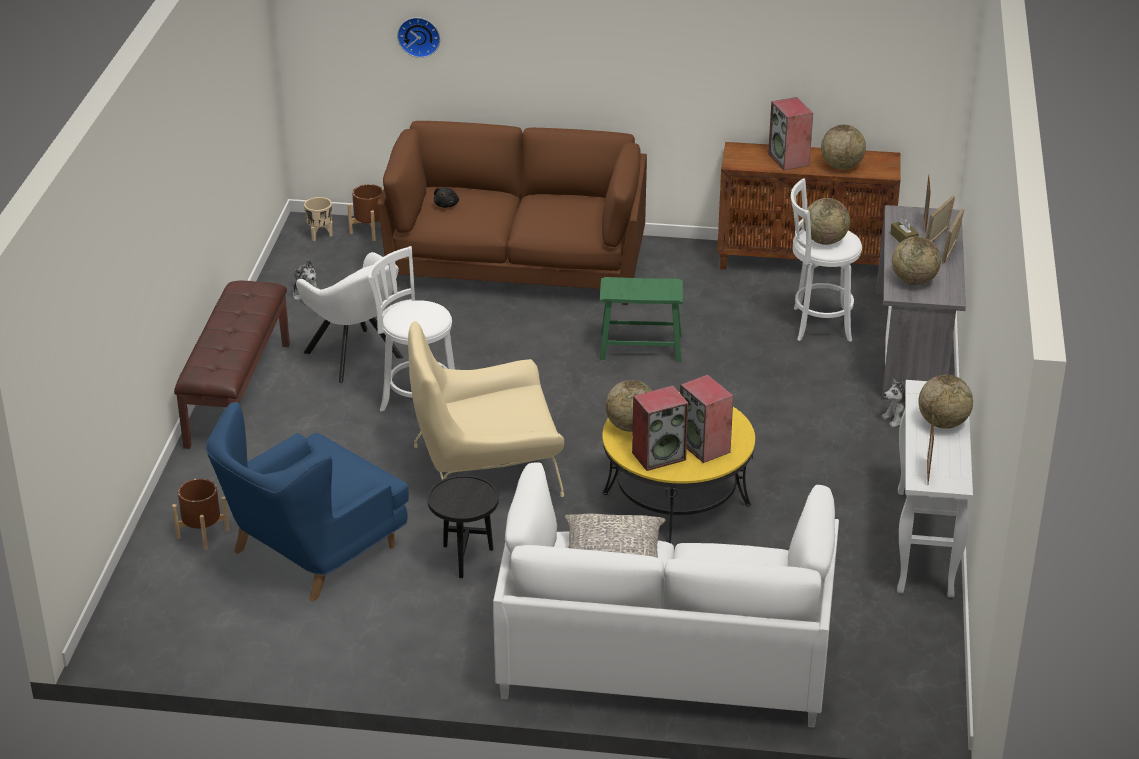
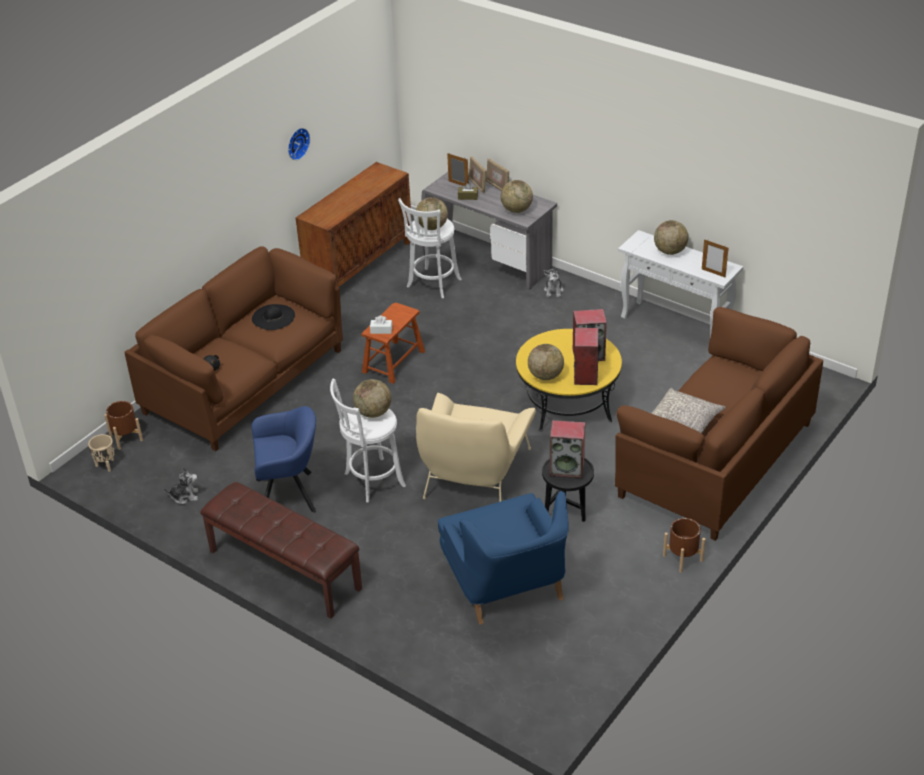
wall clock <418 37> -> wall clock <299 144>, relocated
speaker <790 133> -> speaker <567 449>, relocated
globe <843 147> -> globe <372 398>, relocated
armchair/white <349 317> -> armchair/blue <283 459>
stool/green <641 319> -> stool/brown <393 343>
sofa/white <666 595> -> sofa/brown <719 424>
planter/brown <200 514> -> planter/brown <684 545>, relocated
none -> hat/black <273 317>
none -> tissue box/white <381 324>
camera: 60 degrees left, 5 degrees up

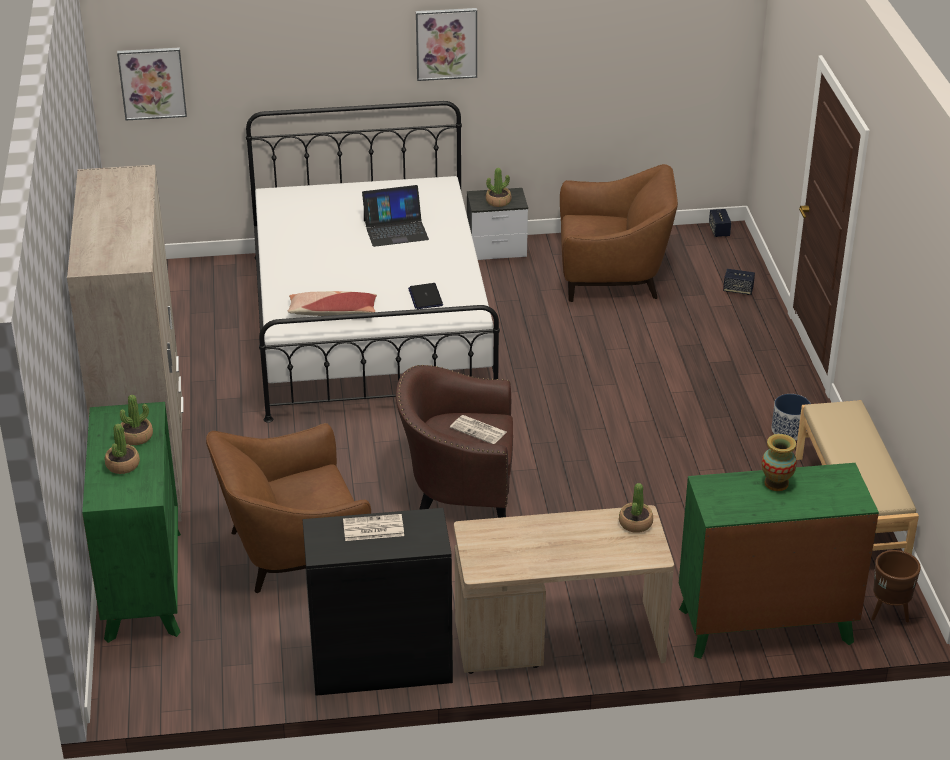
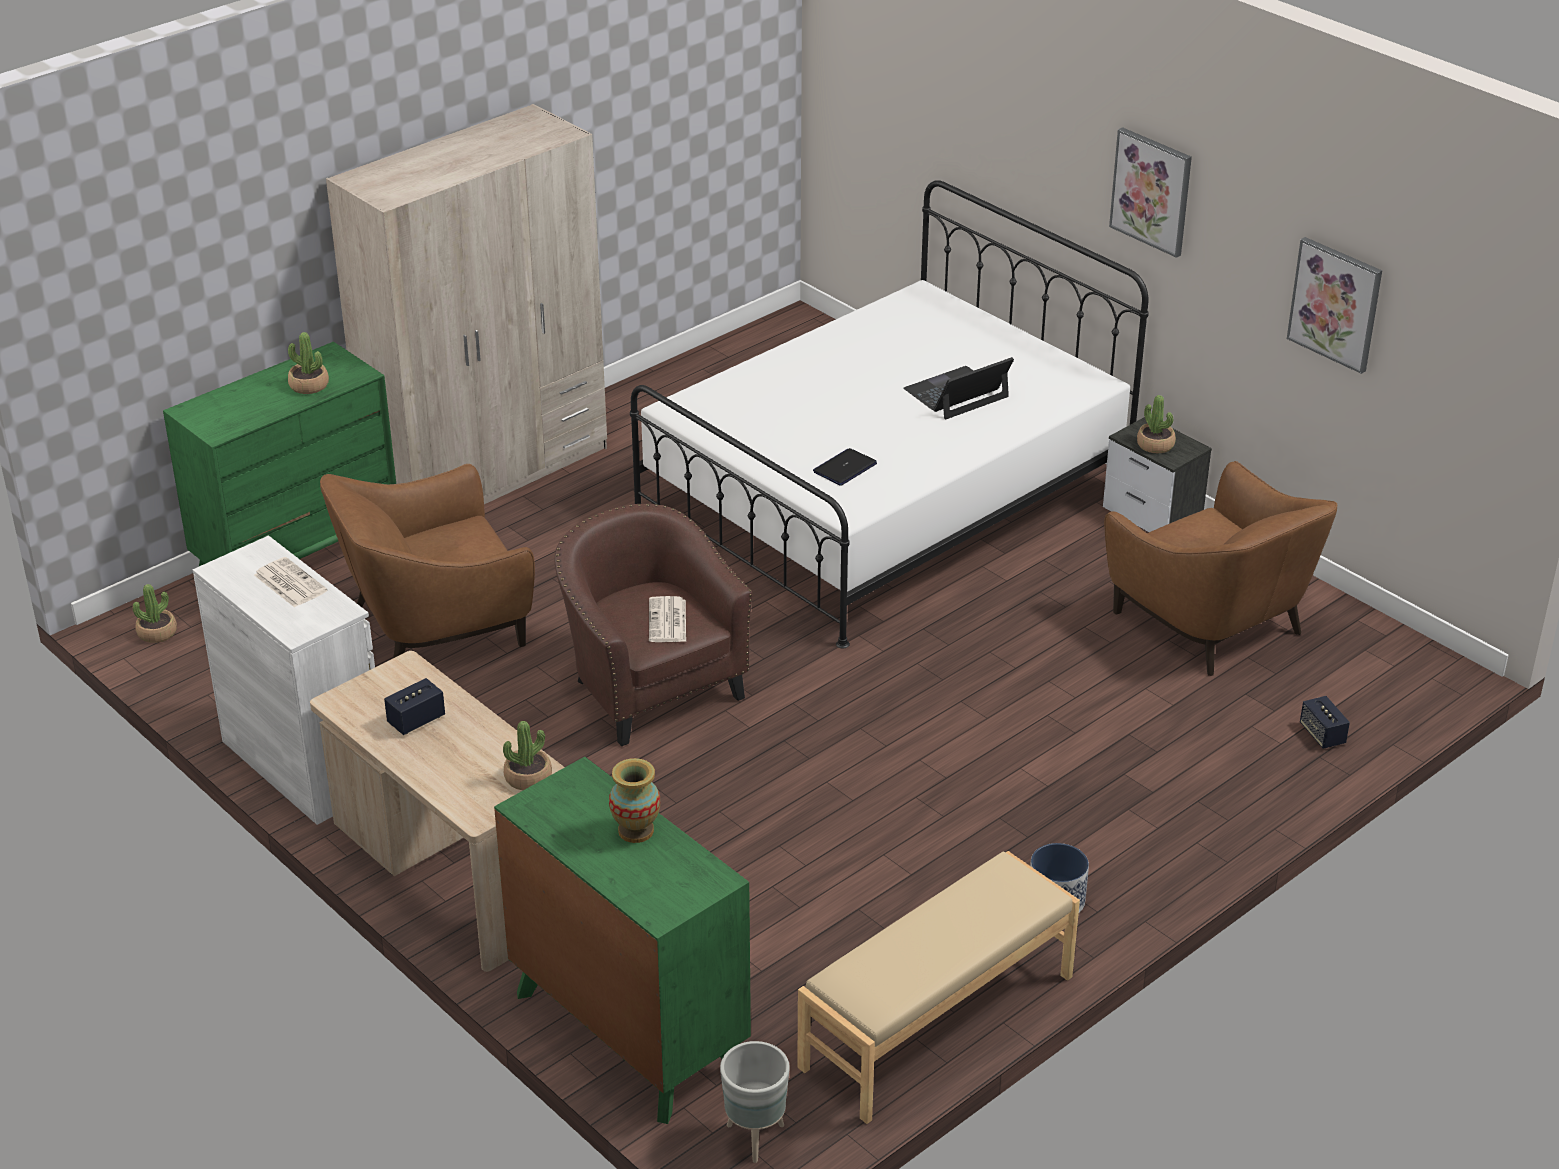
picture <152 83> -> picture <1334 305>, relocated
laptop <395 216> -> laptop <958 388>, 105 degrees clockwise
speaker <720 223> -> speaker <414 706>, relocated
pillow <332 303> -> none
armchair/brown <288 508> -> armchair/brown <427 561>, 60 degrees counterclockwise
potted plant <122 449> -> potted plant <155 613>, relocated
cabinet/black <378 602> -> cabinet/white <284 680>
planter/brown <896 586> -> planter/grey <755 1102>
camera: 55 degrees right, 0 degrees up

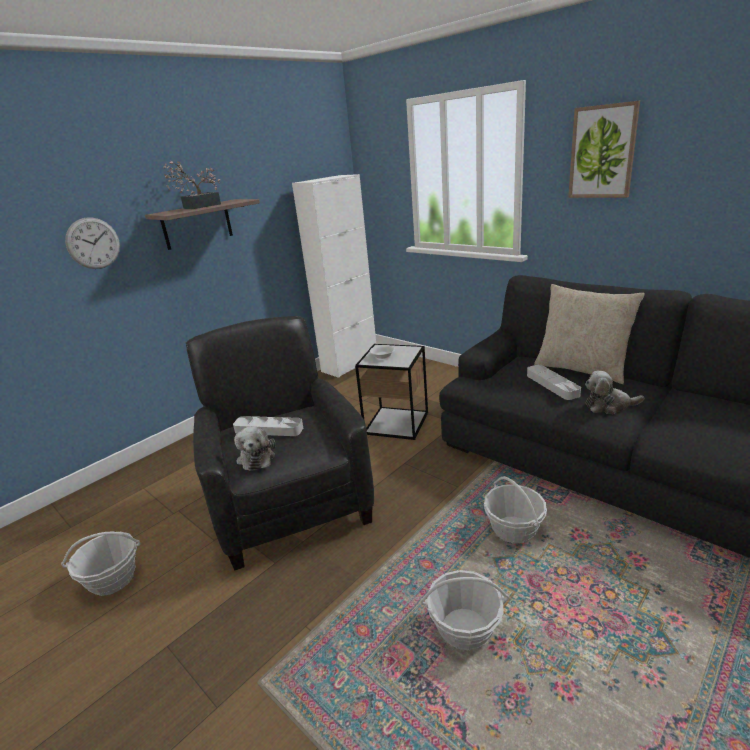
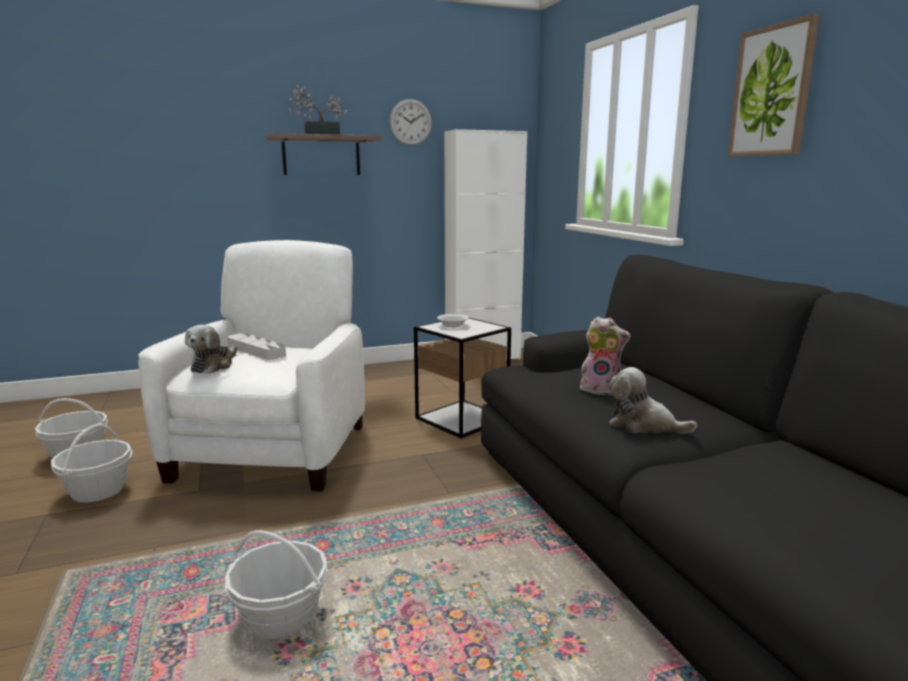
wall clock <92 243> -> wall clock <410 122>, relocated
pillow/beige <589 334> -> none
armchair/black <280 443> -> armchair/white <251 366>
tray/grey <554 382> -> plush toy <605 356>
basket <515 510> -> basket <92 463>, relocated
camera: 25 degrees right, 10 degrees down

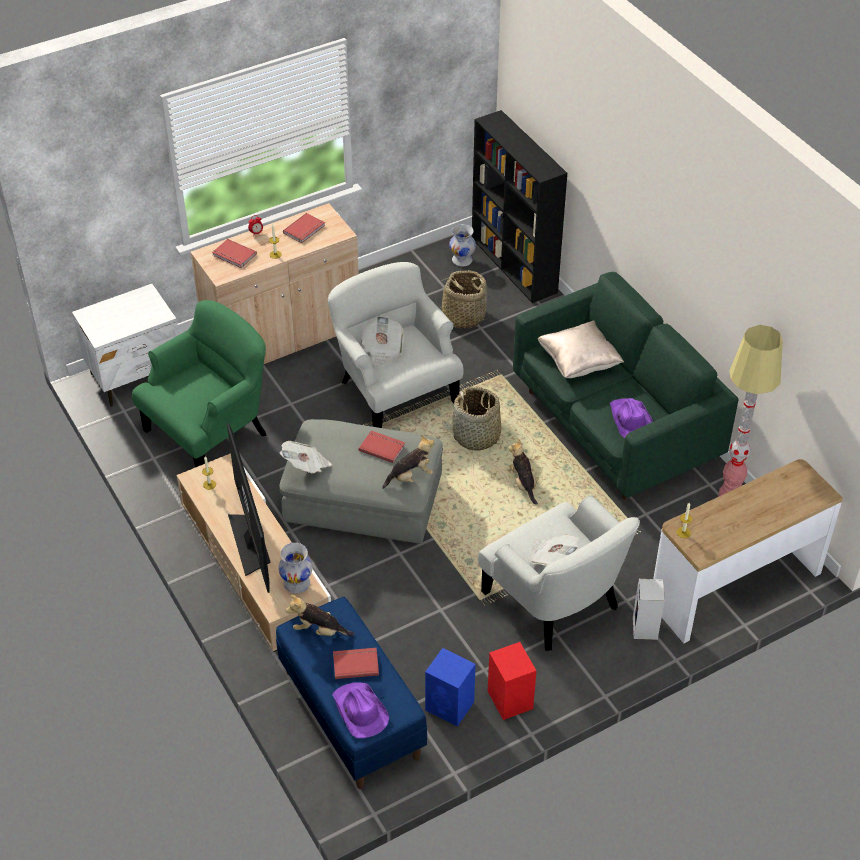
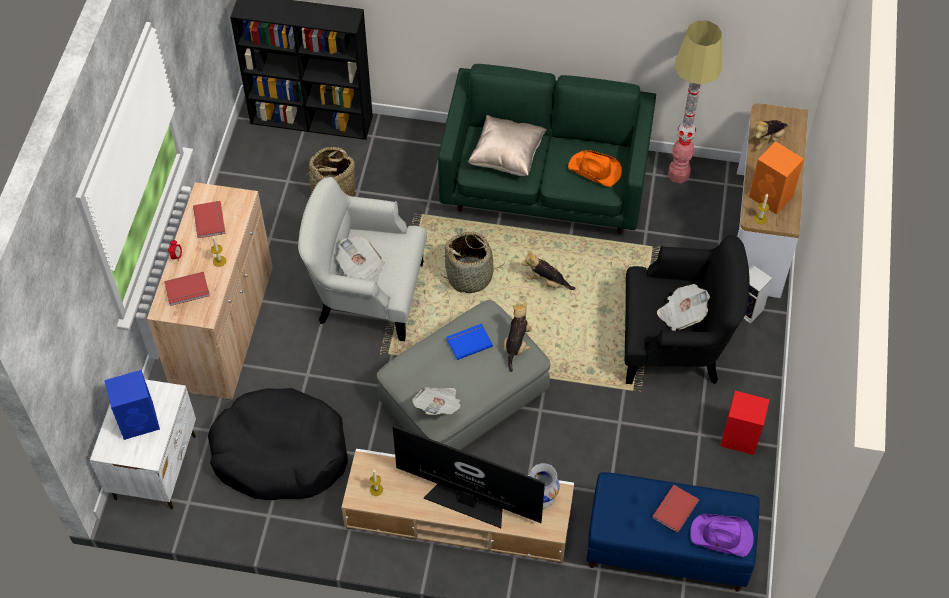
vase/white <462 245> -> none
armchair/green <199 384> -> dog bed/black <278 444>
hat/purple <631 418> -> hat/orange <595 168>
book/red <382 446> -> book/blue <469 342>
armchair/white <559 573> -> armchair/black <687 309>
plush toy <320 615> -> plush toy <768 135>, relocated
speaker/blue <450 687> -> speaker/blue <132 405>, relocated
none -> speaker/orange <776 177>
camera: 50 degrees left, 10 degrees up

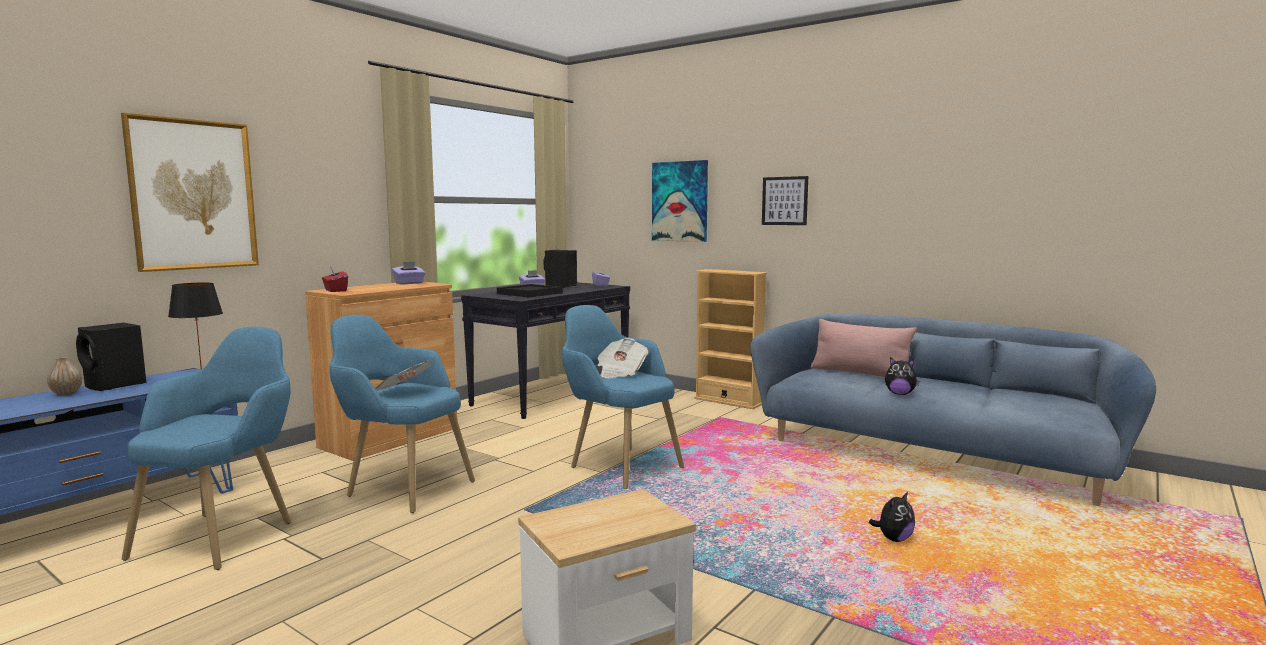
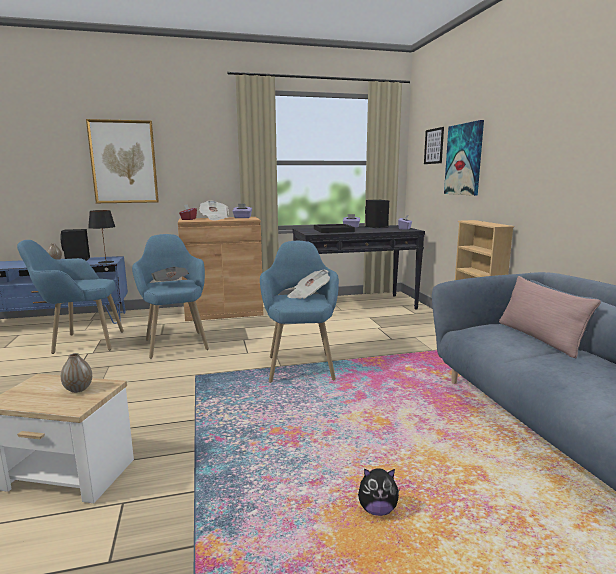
picture <785 200> -> picture <434 145>, relocated
armchair/blue <206 448> -> armchair/blue <70 297>, 150 degrees counterclockwise
plush toy <902 376> -> none
none -> newspaper <214 210>
none -> vase <76 373>
camera: 40 degrees right, 5 degrees up

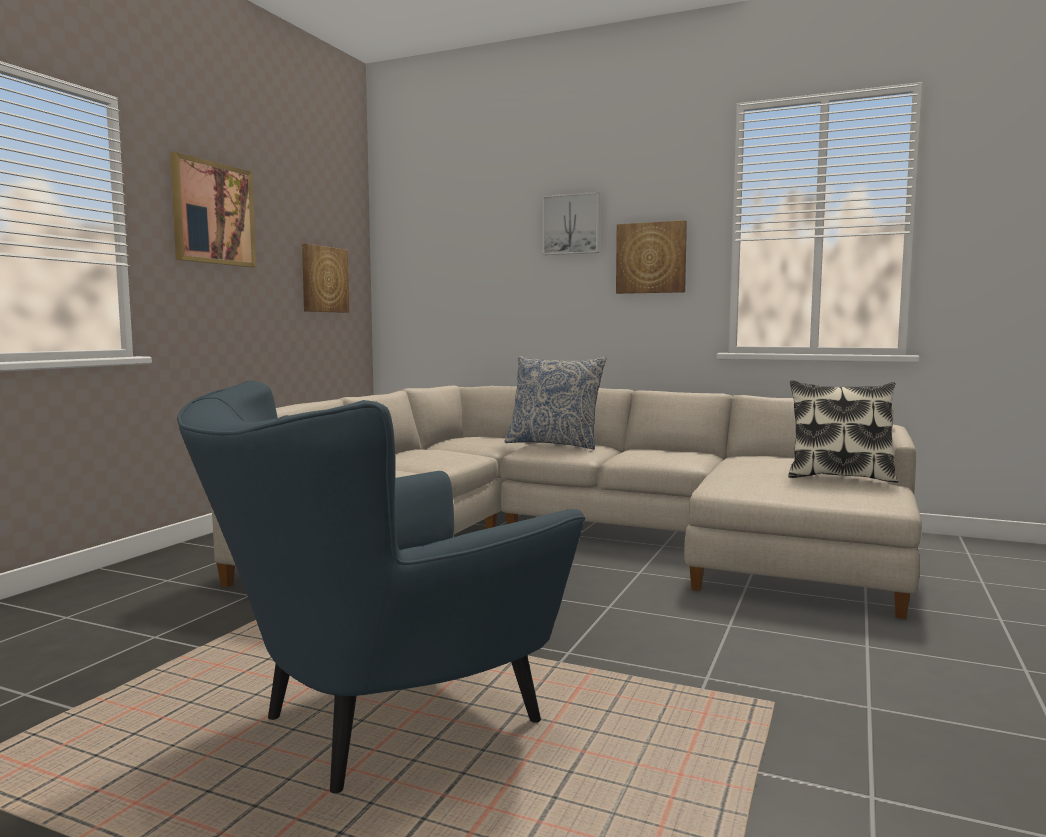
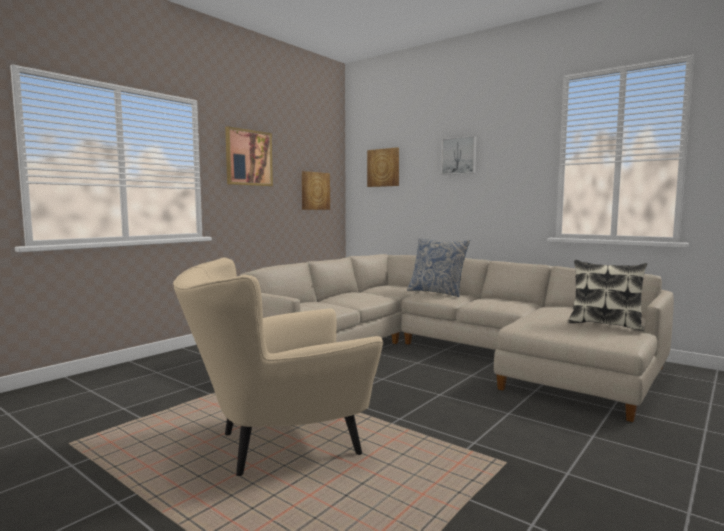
picture <651 257> -> picture <383 167>, relocated
armchair/blue <381 587> -> armchair/beige <278 366>
camera: 15 degrees right, 0 degrees up

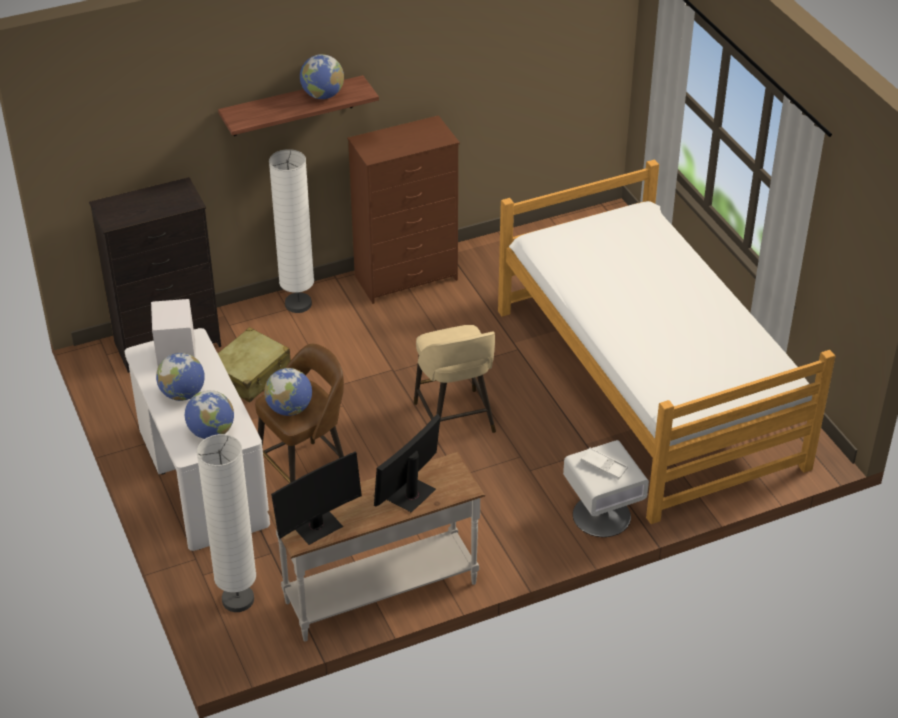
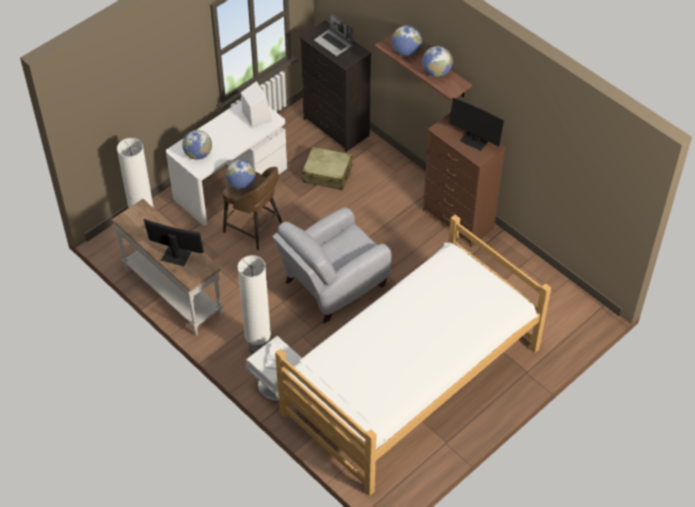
floor lamp/white <291 231> -> floor lamp/white <254 304>, relocated
stool/beige <455 379> -> armchair/grey <331 265>
globe <180 377> -> globe <407 41>, relocated
monitor <316 498> -> monitor <476 124>, relocated
none -> laptop <333 34>
camera: 70 degrees right, 10 degrees up

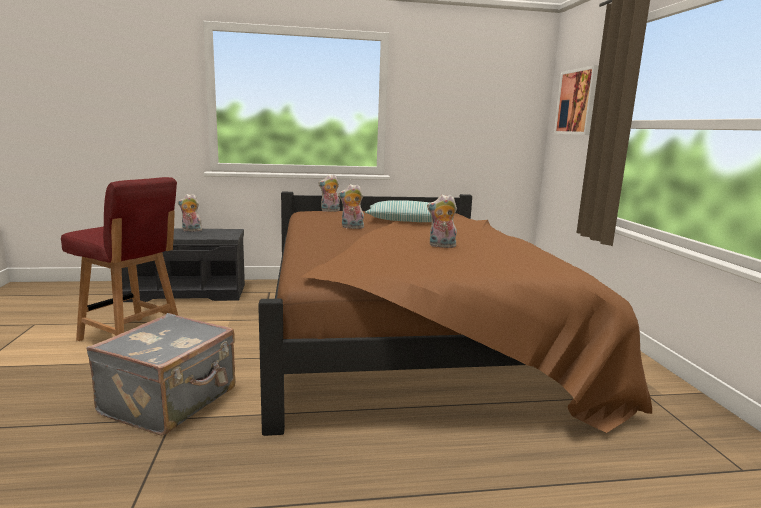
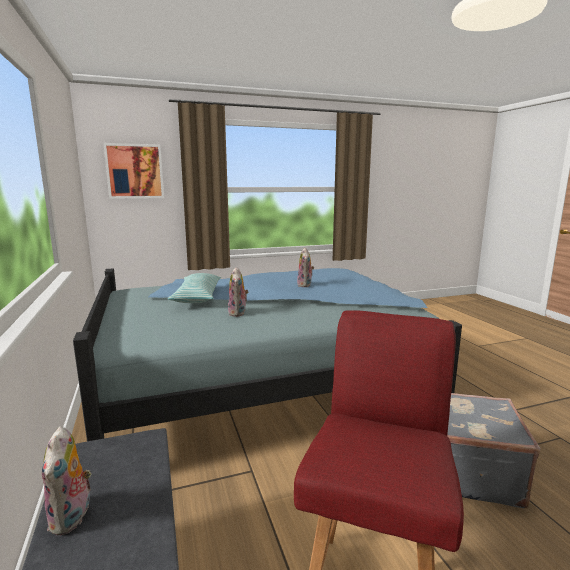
plush toy <329 193> -> none
bed/brown <455 314> -> bed/blue <267 354>
camera: 100 degrees left, 0 degrees up

